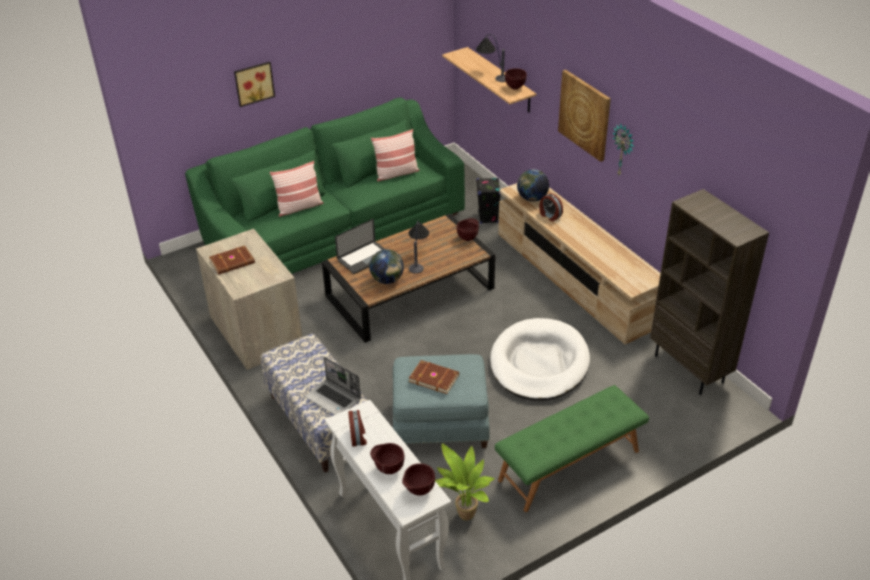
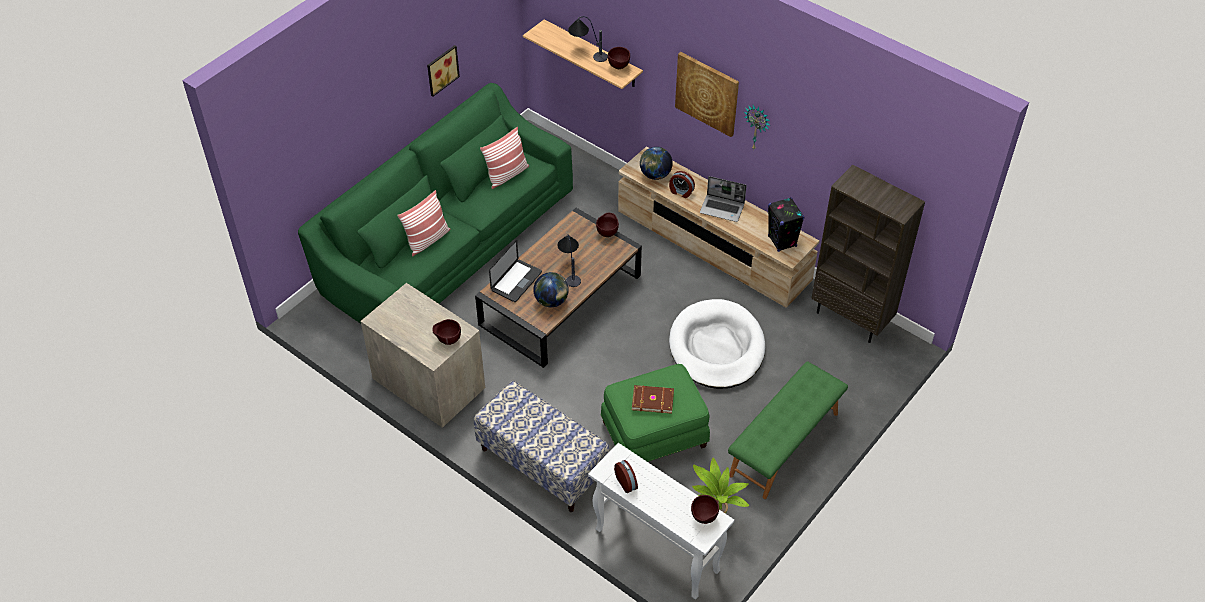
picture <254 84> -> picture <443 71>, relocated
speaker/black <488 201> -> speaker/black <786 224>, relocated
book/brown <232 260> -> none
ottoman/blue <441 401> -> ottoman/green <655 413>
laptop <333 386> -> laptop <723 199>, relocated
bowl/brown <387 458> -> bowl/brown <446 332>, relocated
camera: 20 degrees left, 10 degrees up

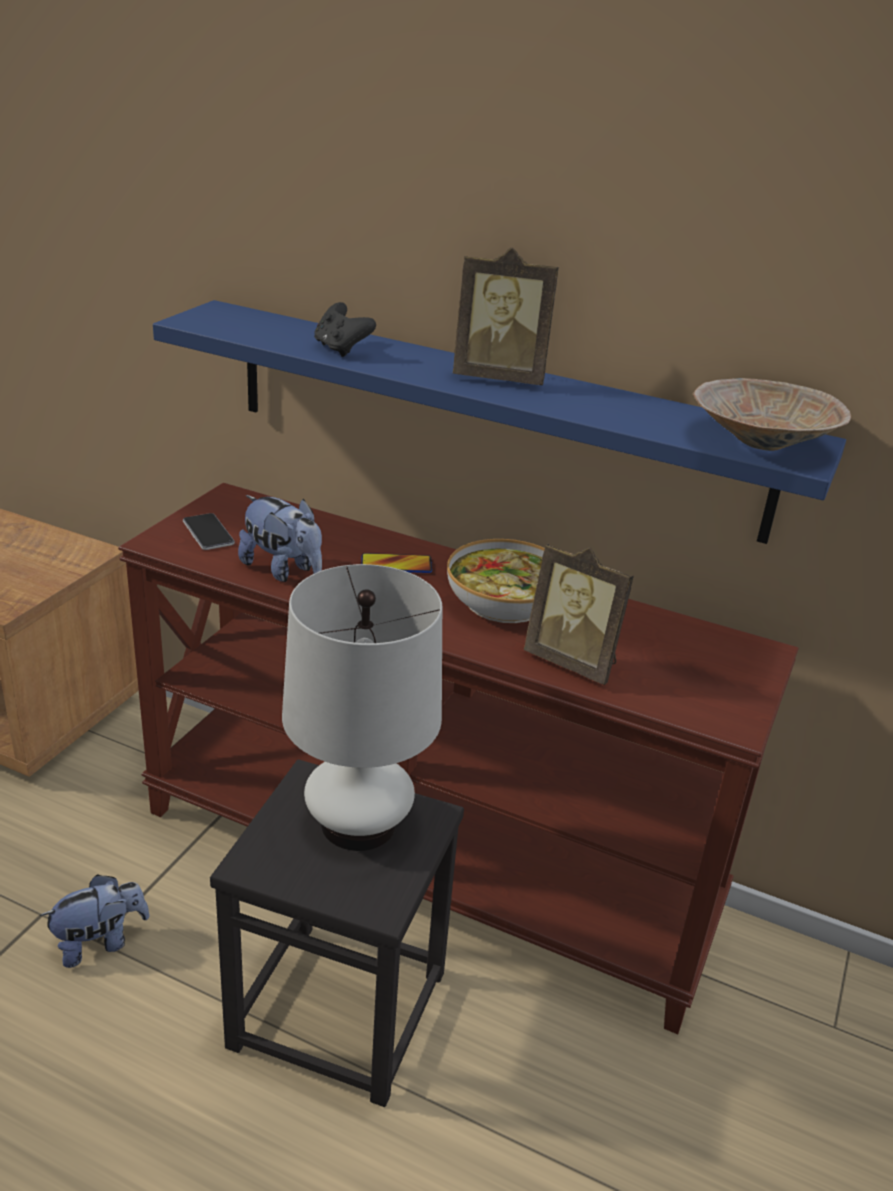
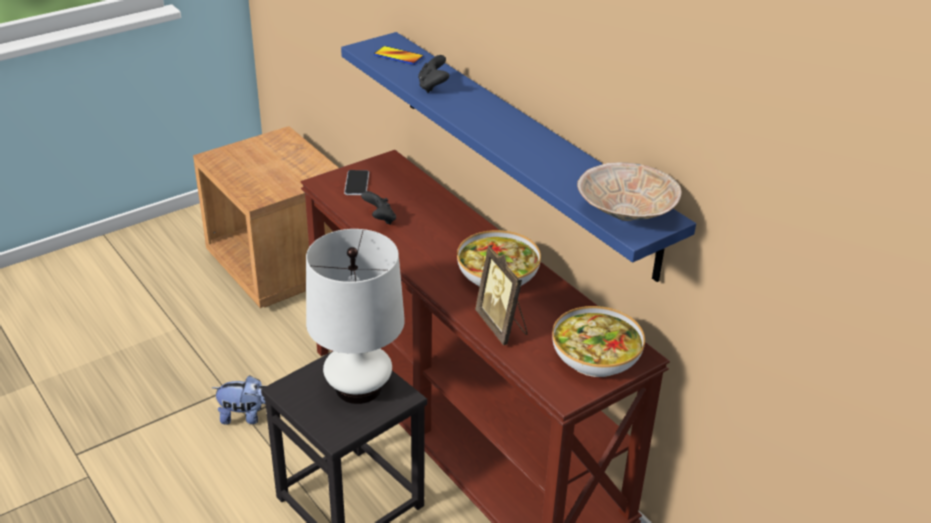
picture frame <506 316> -> none
plush toy <280 538> -> game controller/black <378 208>
phone <396 563> -> phone <399 55>, relocated
none -> bowl <598 341>
camera: 30 degrees right, 5 degrees up

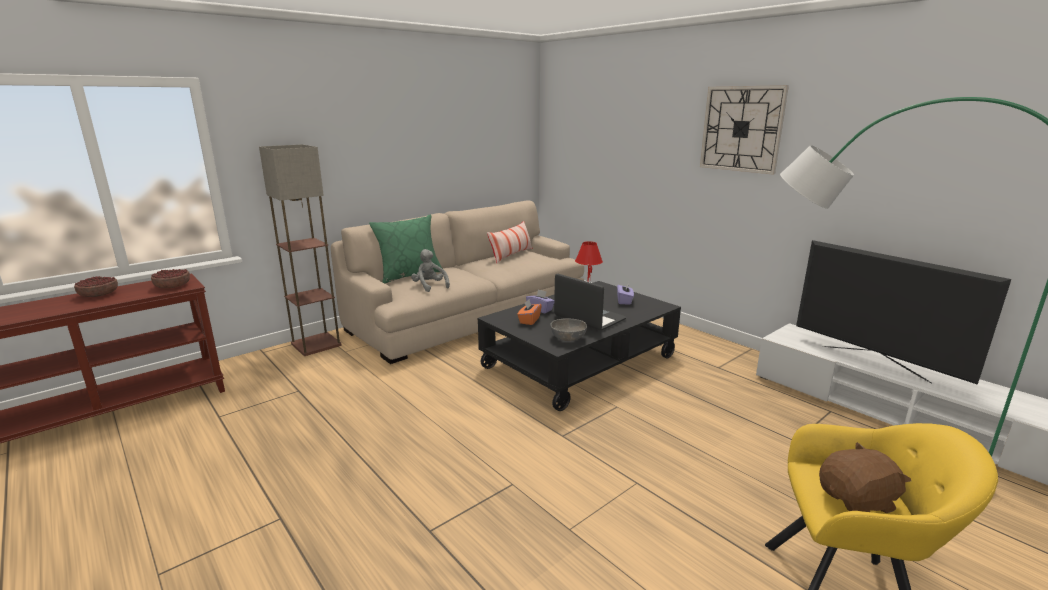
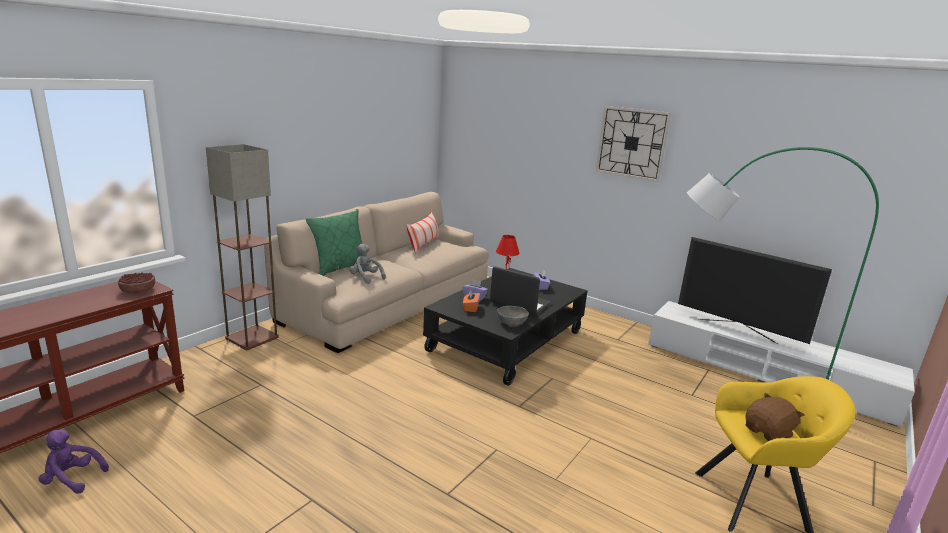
bowl <96 286> -> none
none -> plush toy/purple <74 462>
camera: 15 degrees left, 0 degrees up

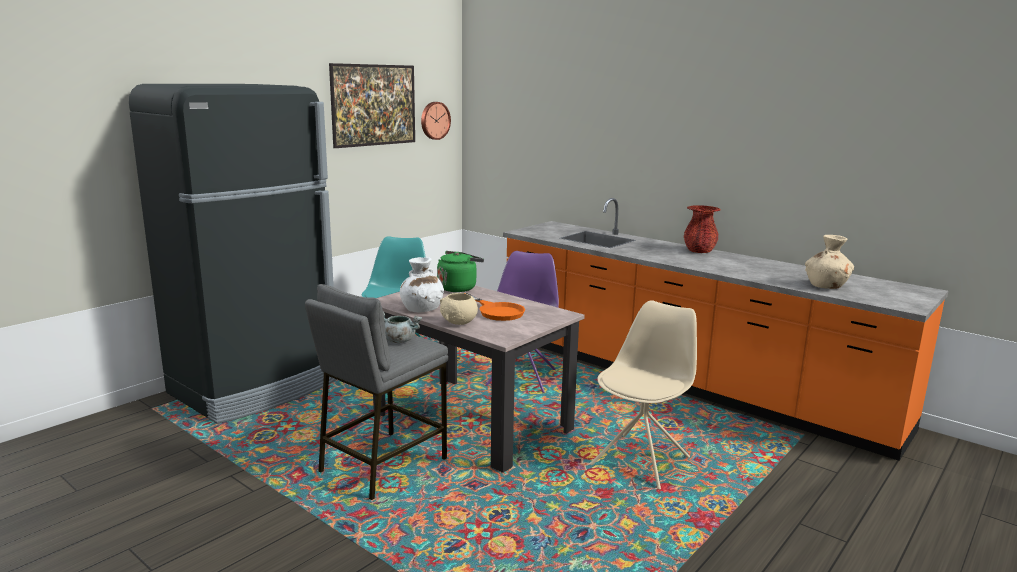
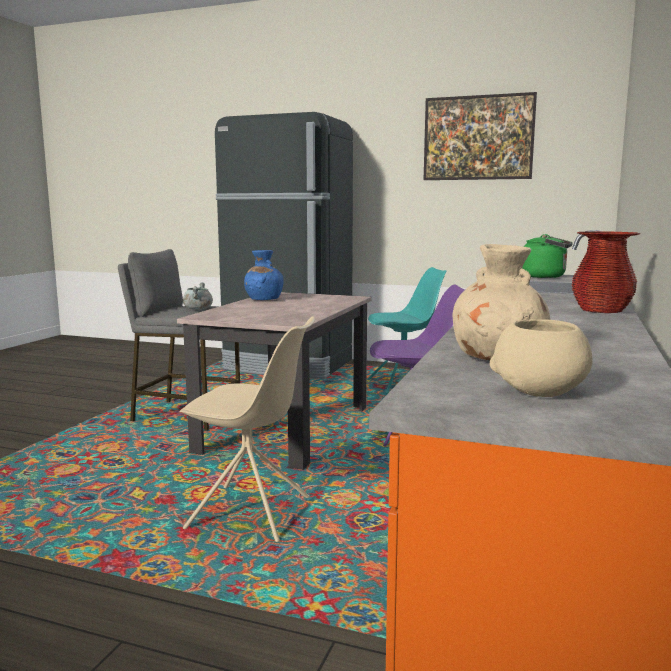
wall clock <436 121> -> none
kettle/green <460 271> -> kettle/green <547 256>, relocated
vase/white <422 284> -> vase/blue <264 275>
bowl/beige <459 309> -> bowl/beige <541 358>, relocated
frying pan/orange <495 307> -> none
camera: 70 degrees right, 5 degrees down

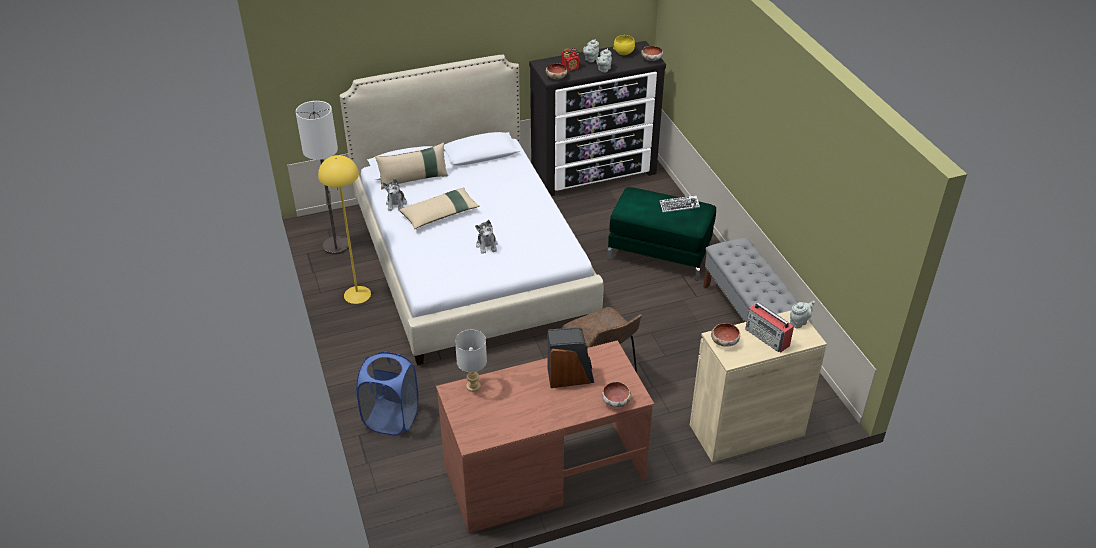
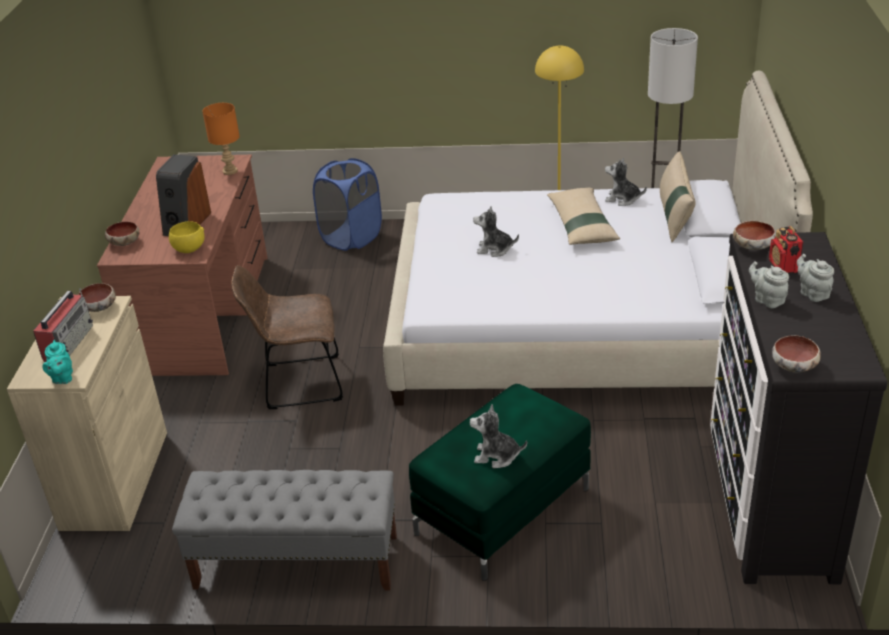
bowl/yellow <624 45> -> bowl/yellow <186 237>, relocated
keyboard <679 204> -> plush toy <498 436>
teapot/grey <802 314> -> teapot/turquoise <57 362>
radio <769 327> -> radio <63 325>, 120 degrees clockwise
table lamp/grey <471 361> -> table lamp/orange <221 139>
camera: 115 degrees right, 5 degrees down

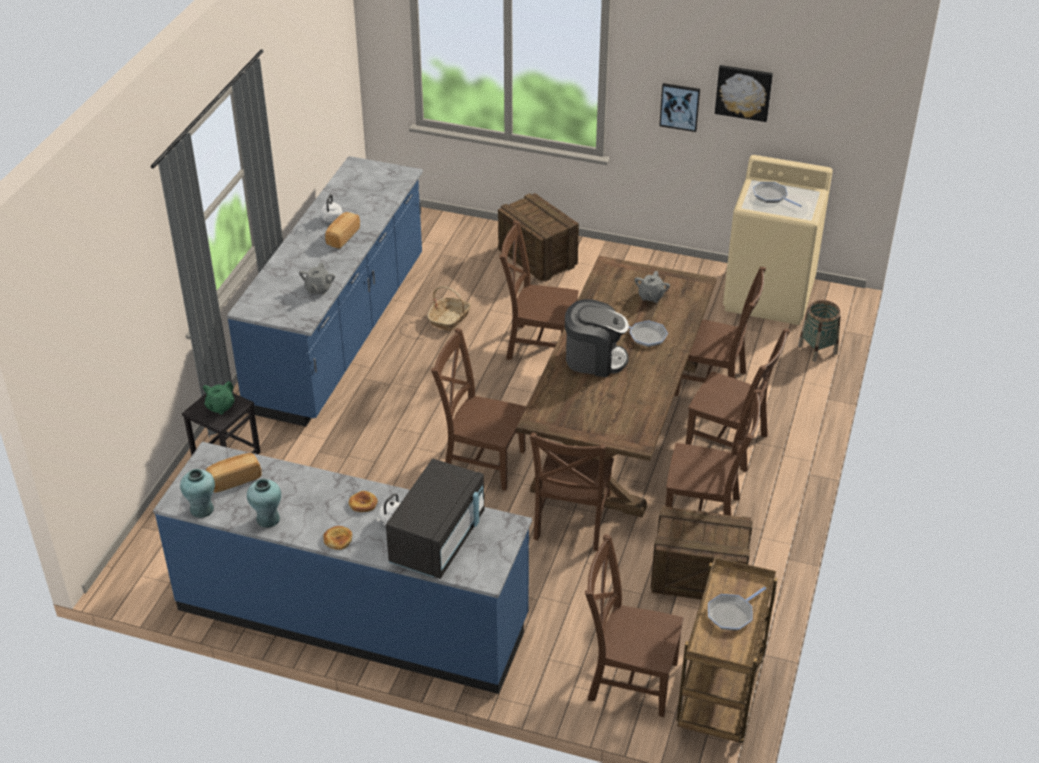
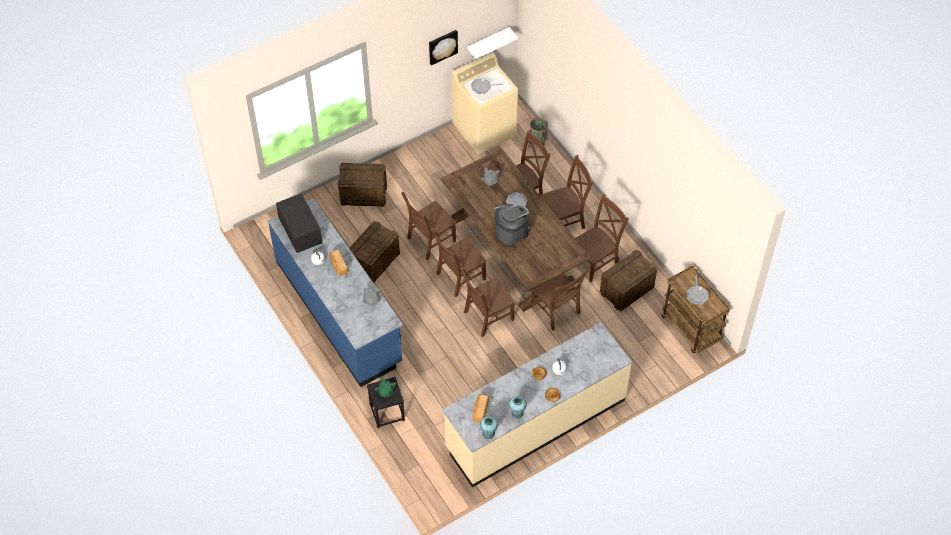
picture <679 107> -> none
basket <449 309> -> crate <374 252>
counter/blue <342 568> -> counter/beige <537 405>
microwave/black <435 519> -> microwave/black <299 223>, relocated
chair/brown <634 625> -> chair/brown <459 262>, relocated
none -> shelf/white <492 43>
camera: 50 degrees left, 15 degrees up

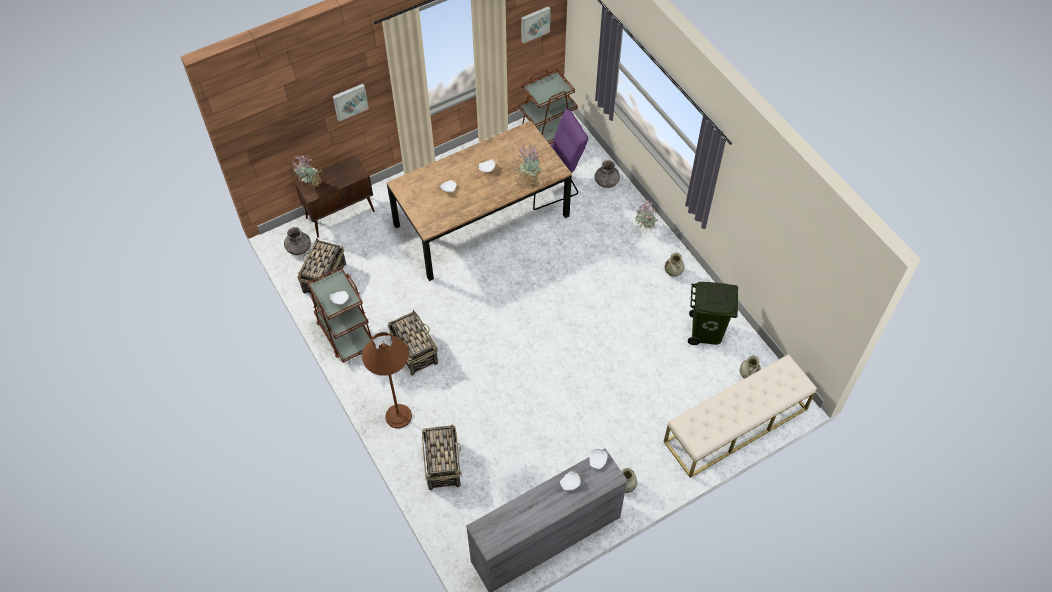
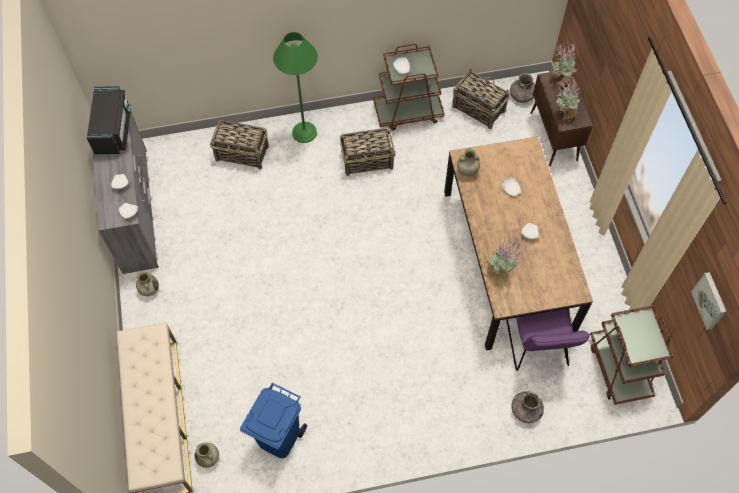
picture <351 103> -> none
potted plant <646 214> -> potted plant <568 99>, relocated
vase/beige <674 265> -> vase/beige <468 162>, relocated
trash can/green <713 313> -> trash can/blue <273 420>
floor lamp/brown <387 380> -> floor lamp/green <295 87>
none -> microwave/black <109 120>
camera: 110 degrees right, 5 degrees up

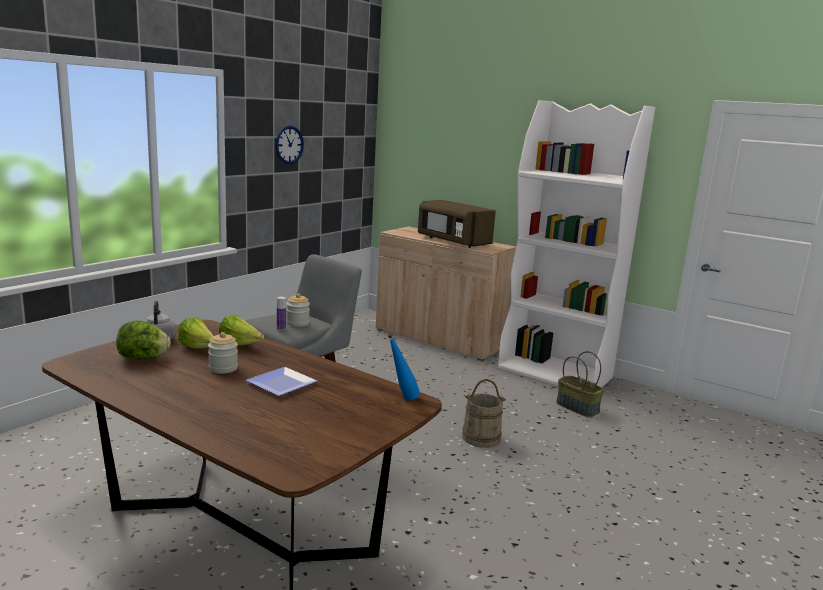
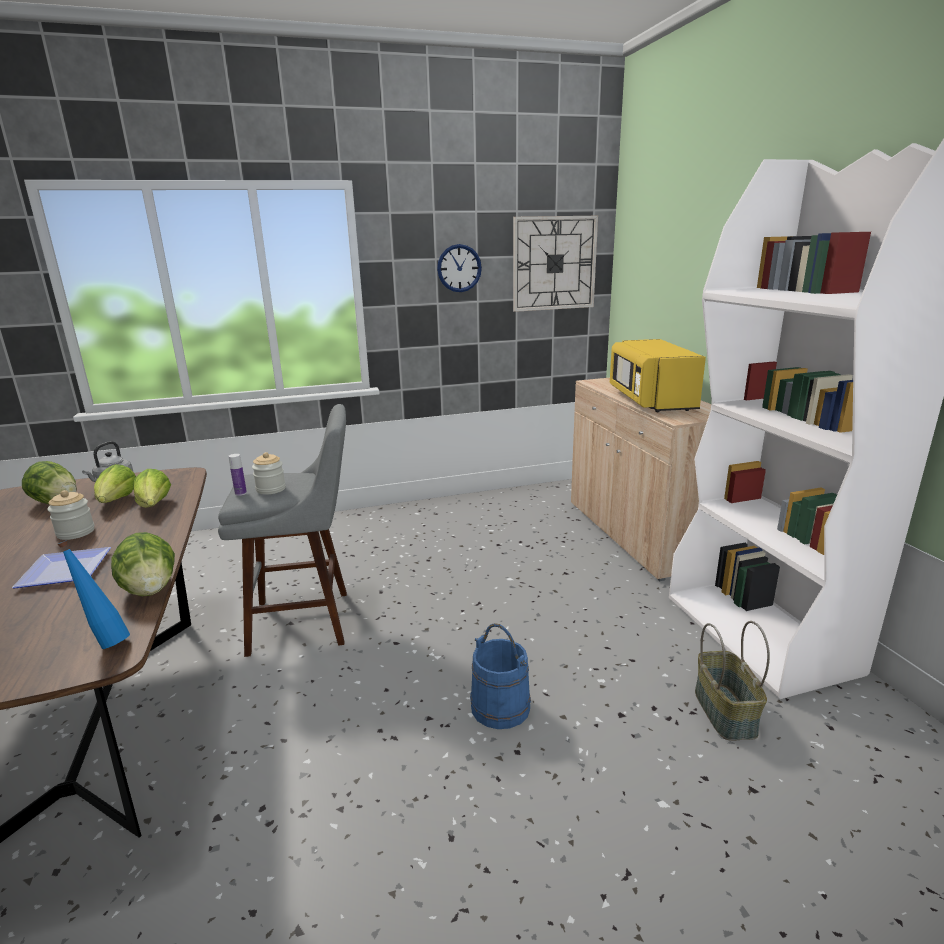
microwave/brown <457 224> -> microwave/yellow <658 375>
bucket/beige <484 413> -> bucket/blue <500 676>
none -> wall clock <555 264>
none -> lettuce <143 564>
camera: 40 degrees right, 5 degrees up

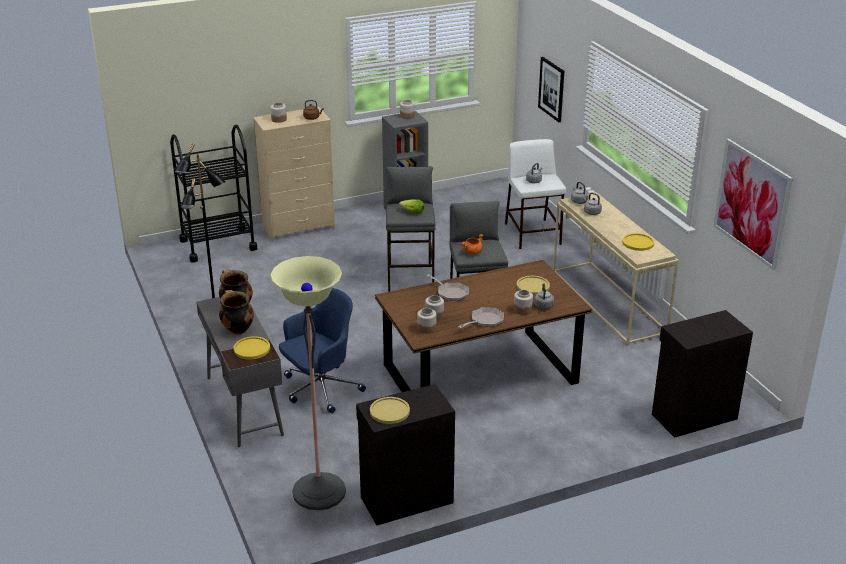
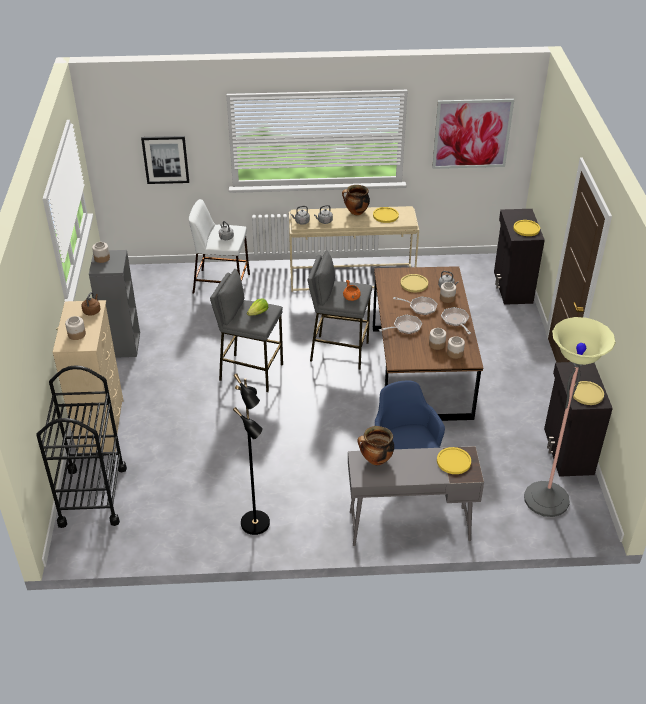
cooking pot <236 312> -> cooking pot <356 200>, relocated
none -> plate/yellow <526 228>
none -> frying pan <415 305>
camera: 70 degrees left, 10 degrees up

